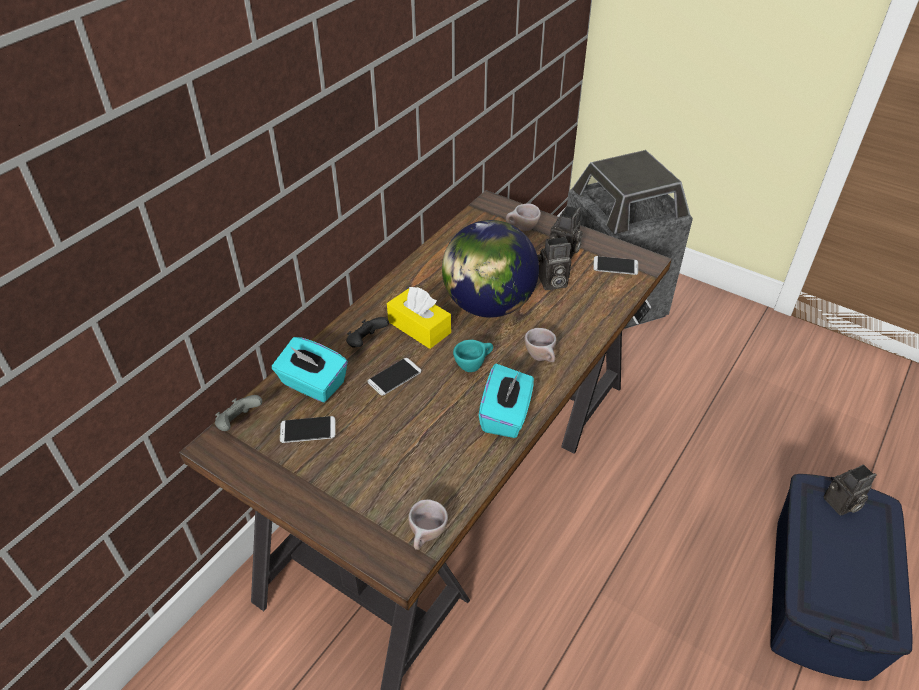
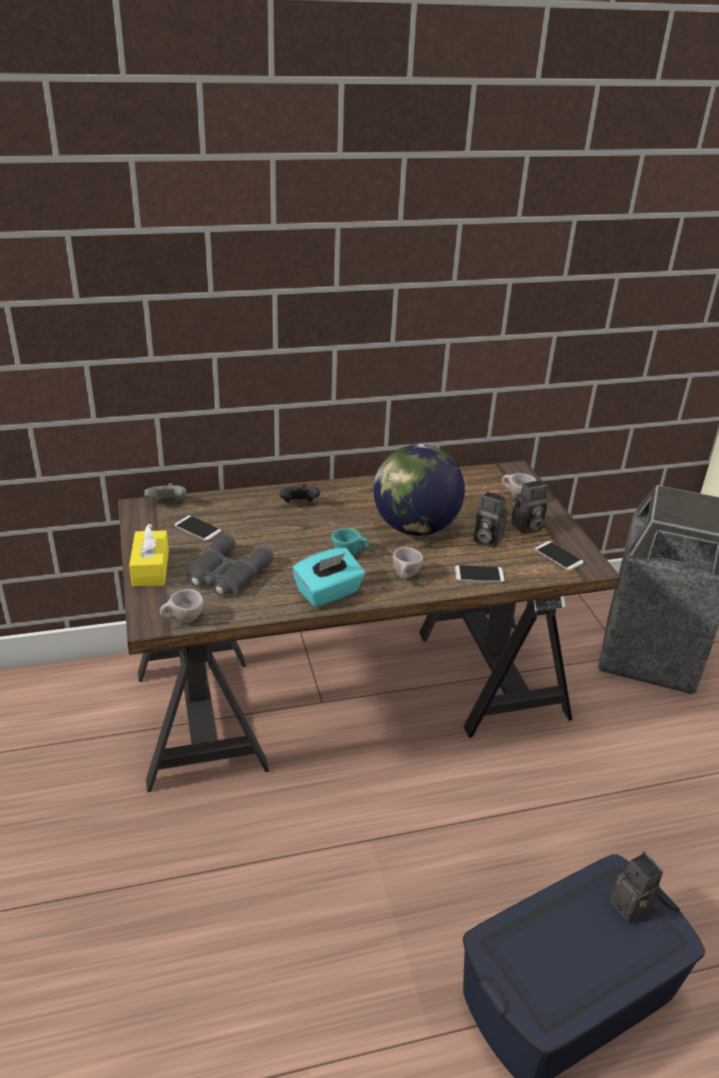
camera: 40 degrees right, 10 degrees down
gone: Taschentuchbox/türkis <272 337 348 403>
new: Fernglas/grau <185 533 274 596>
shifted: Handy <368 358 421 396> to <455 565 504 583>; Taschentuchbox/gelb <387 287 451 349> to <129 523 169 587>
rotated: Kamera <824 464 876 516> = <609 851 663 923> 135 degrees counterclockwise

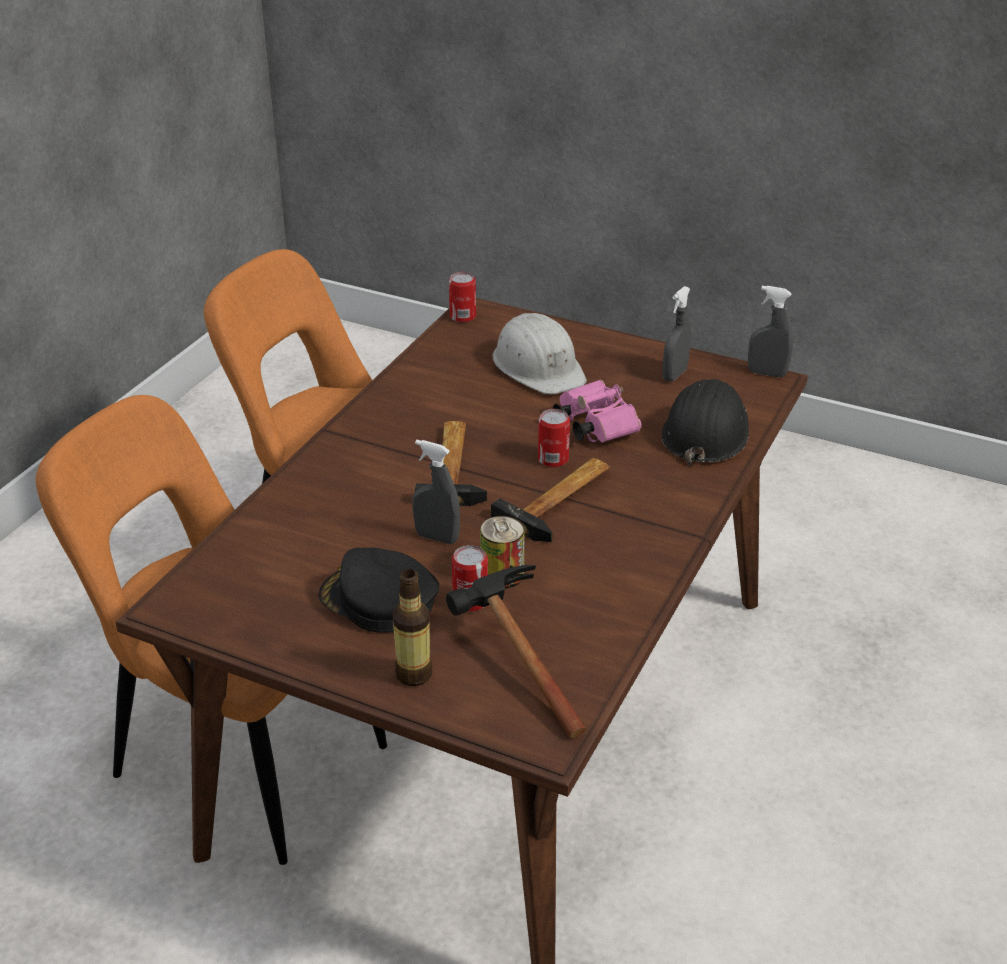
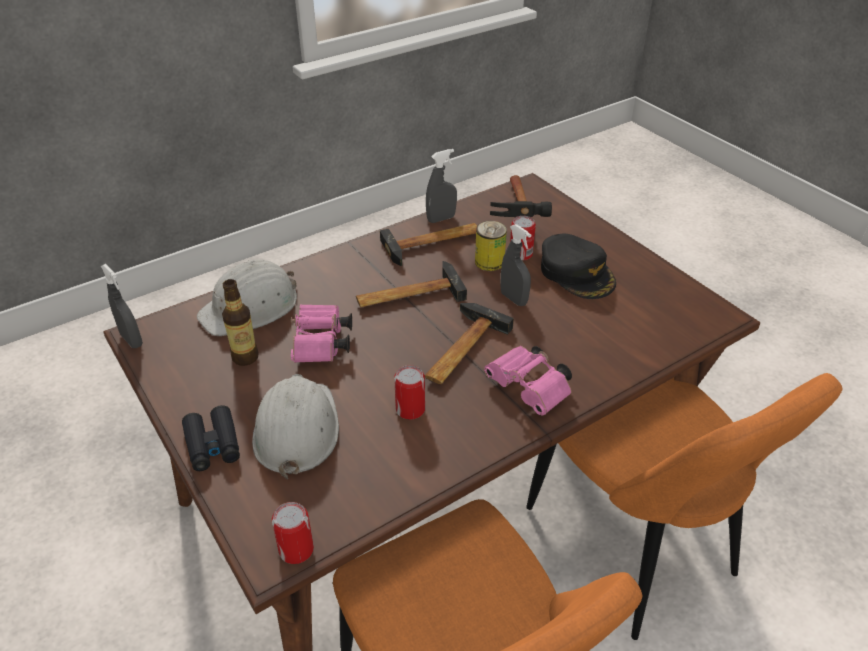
camera: 150 degrees left, 5 degrees up
new: Fernglas/schwarz <182 405 240 471>; Hammer <380 223 477 266>; Fernglas/rosa <484 346 572 415>
shifted: Flasche <392 569 432 686> to <222 279 258 366>; Dose <538 409 570 468> to <394 365 425 420>; Sprühflasche/grau <662 286 691 382> to <426 149 457 223>
repainted: Schutzhelm/schwarz <662 379 749 466> to Schutzhelm/weiß <197 259 297 336>

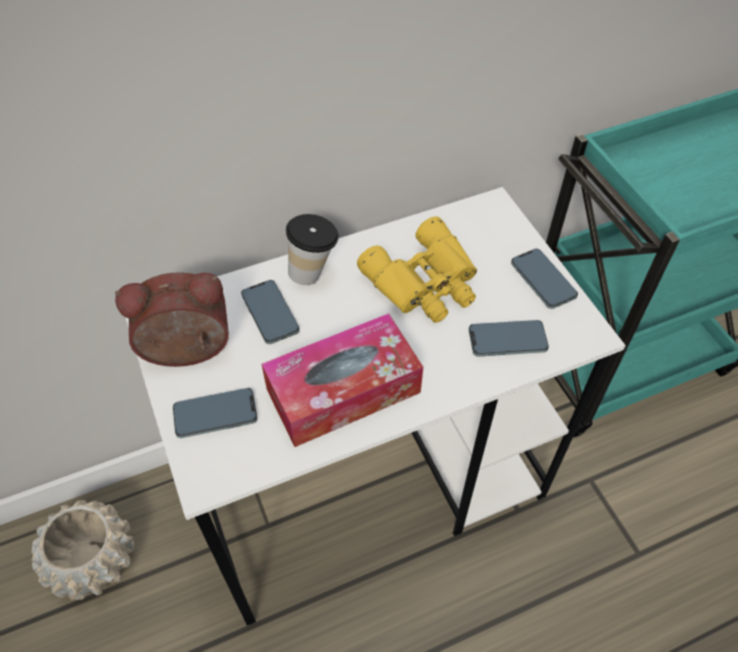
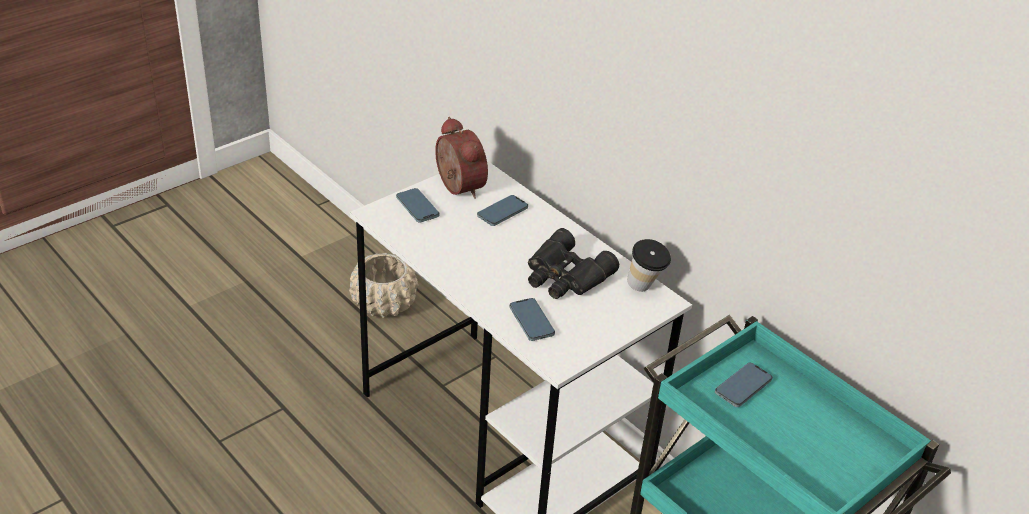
camera: 70 degrees right, 15 degrees down
gone: Taschentuchbox <262 313 423 447>
shifted: Tasse <286 214 339 285> to <627 239 671 292>; Handy <511 249 578 309> to <715 363 773 407>
repainted: Fernglas/gelb <357 216 477 323> to Fernglas/schwarz <528 228 619 299>

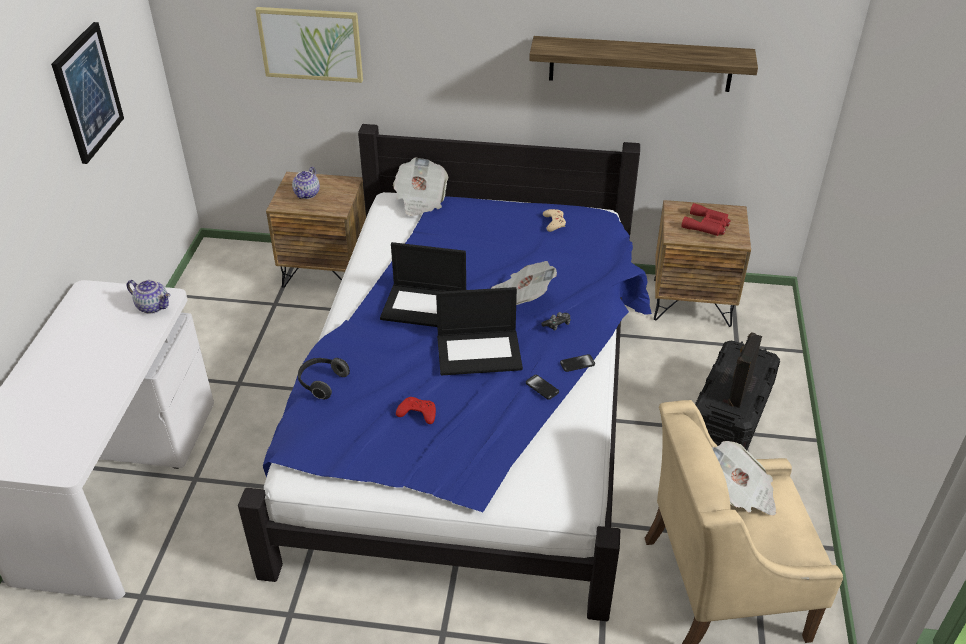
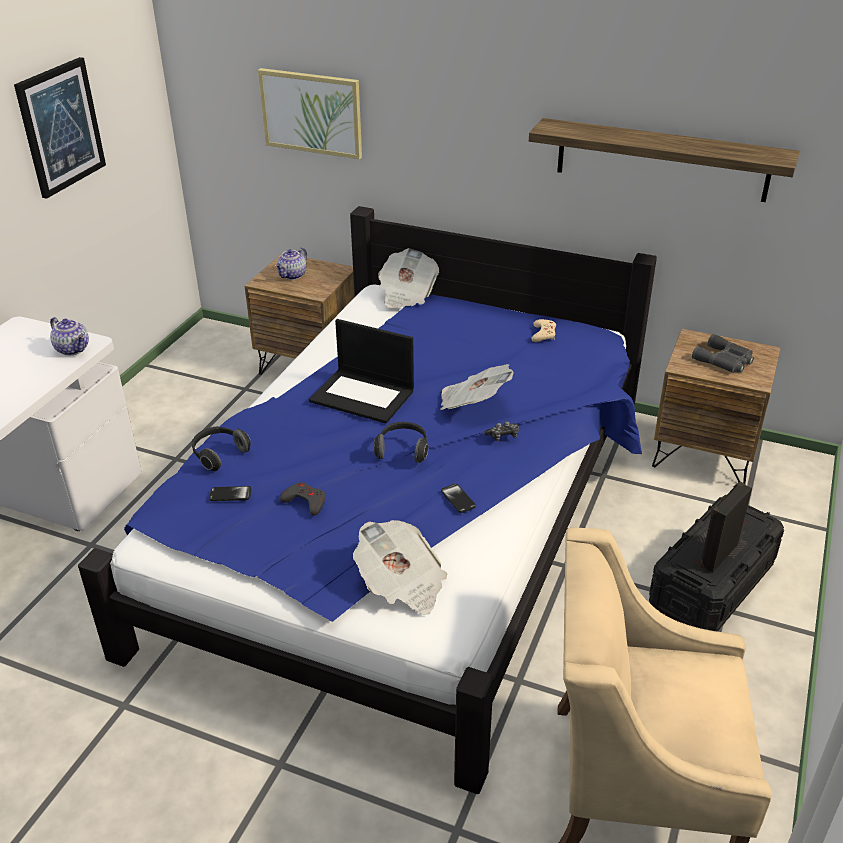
camera: 15 degrees right, 5 degrees down
shifted: Handy <560 354 595 372> to <209 486 251 501>; Zeitung <712 441 776 516> to <353 520 448 615>
swapped: Laptop <436 287 523 376> to Kopfhörer <374 422 429 463>
repainted: Gamepad/rot <396 397 436 424> to Gamepad/grau <280 482 326 516>; Fernglas/rot <681 203 730 236> to Fernglas/grau <692 334 754 373>

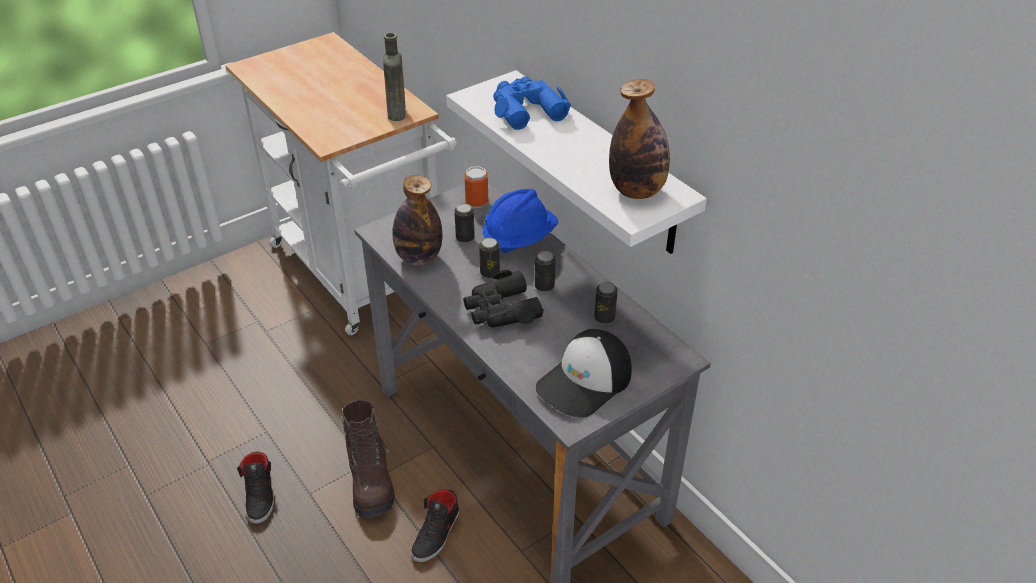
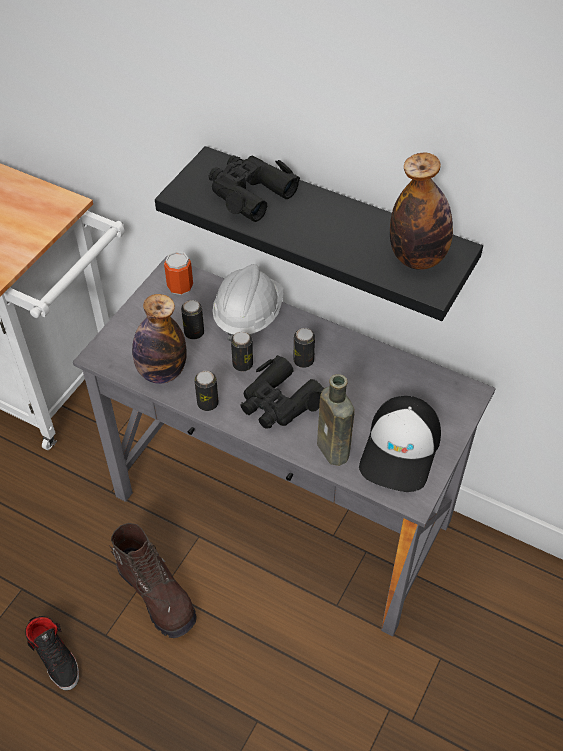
camera: 25 degrees left, 10 degrees up
gone: Schuh/schwarz <411 489 459 562>
shifted: Flasche/braun <383 32 405 121> to <317 374 355 466>; Dose <594 282 618 324> to <194 371 219 411>
repainted: Wandregal/weiß <447 70 707 254> to Wandregal/schwarz <155 146 483 321>; Schutzhelm/blau <483 189 558 254> to Schutzhelm/weiß <212 264 284 341>; Fernglas/blau <493 76 571 130> to Fernglas/schwarz <208 155 300 222>

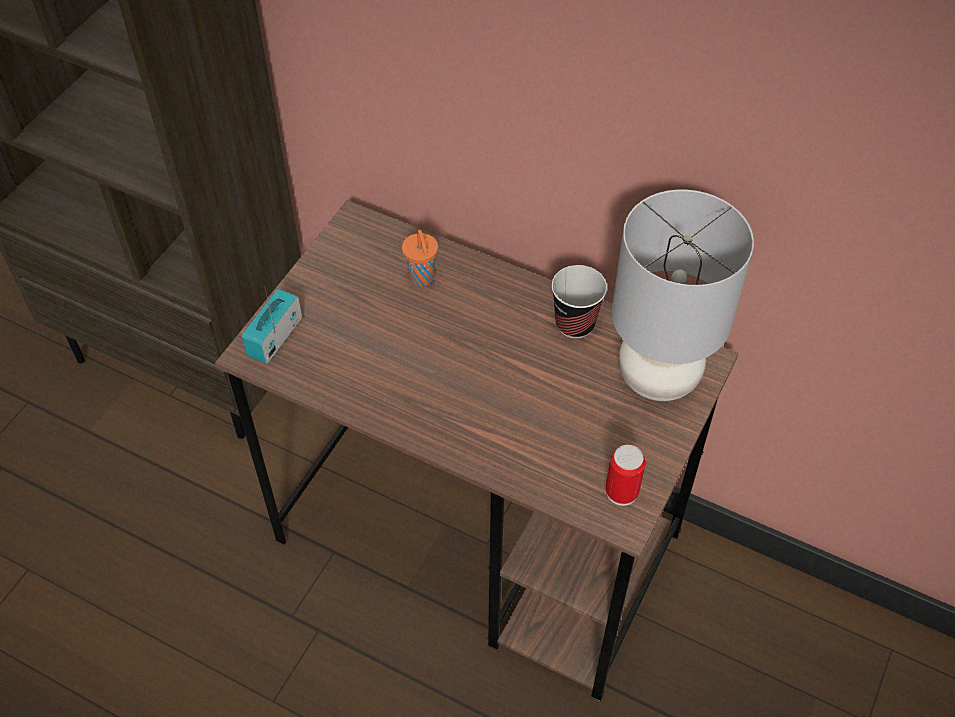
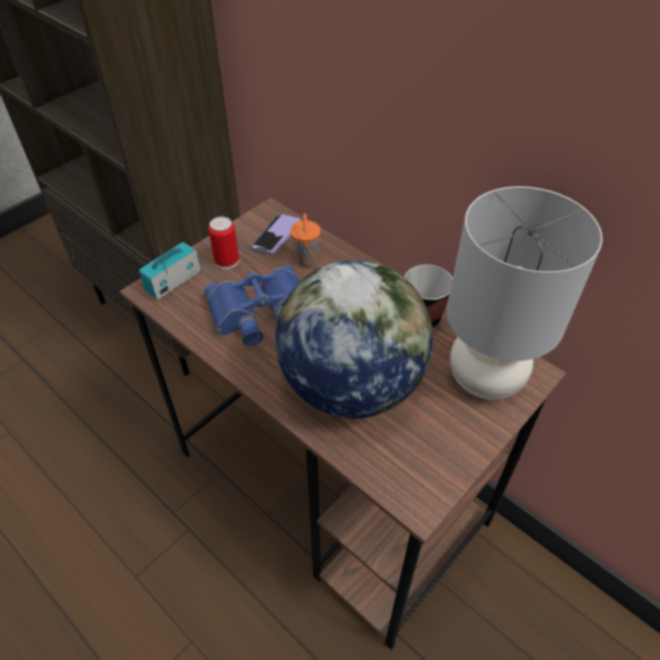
camera: 15 degrees right, 5 degrees down
new: Fernglas/blau <205 265 300 346>; Handy <251 214 301 254>; Globus <275 260 433 419>
shifted: Dose <606 445 646 506> to <208 216 239 269>

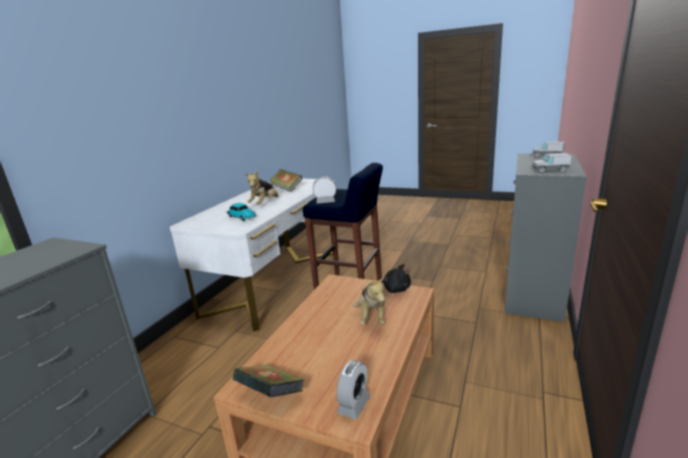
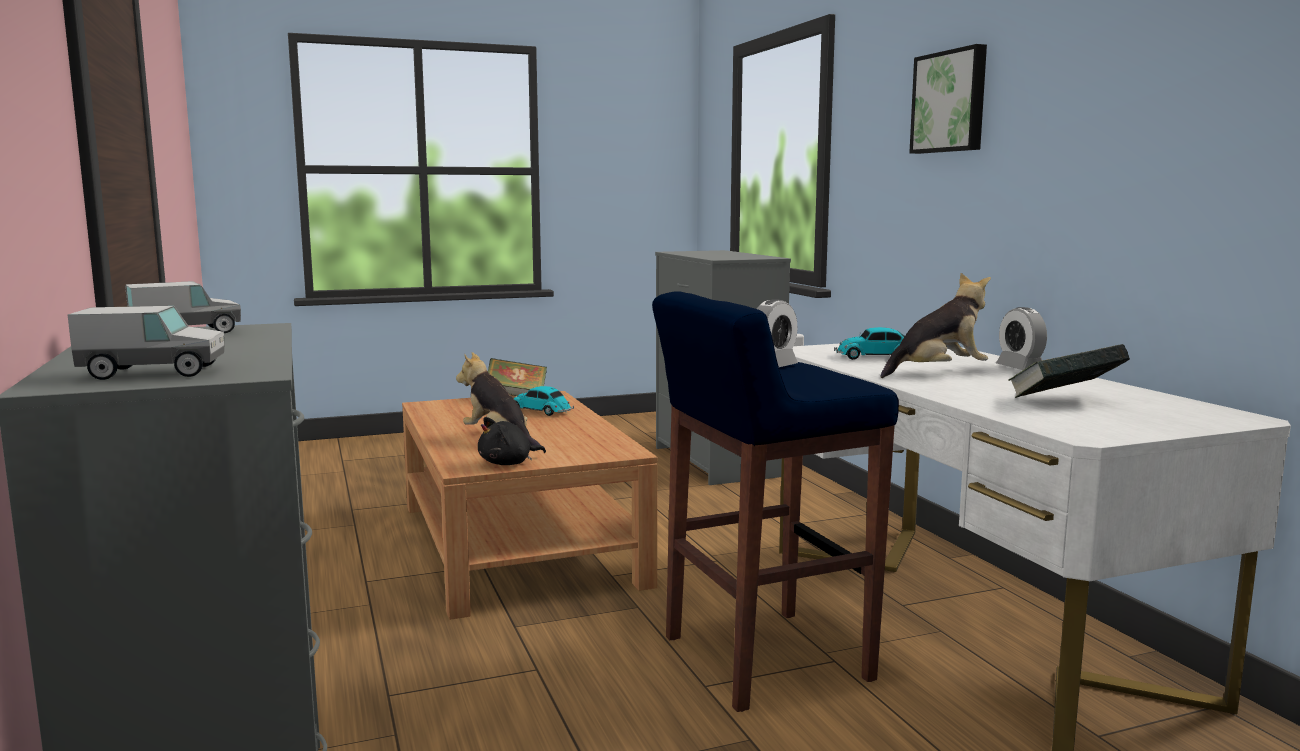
camera: 135 degrees right, 10 degrees down
new: Spielzeugauto <514 386 574 416>; Bild <909 44 987 154>
shifted: Wecker <337 360 371 419> to <996 307 1047 370>
rotated: Plüschtier <245 171 278 205> = <880 273 991 378> 90 degrees clockwise

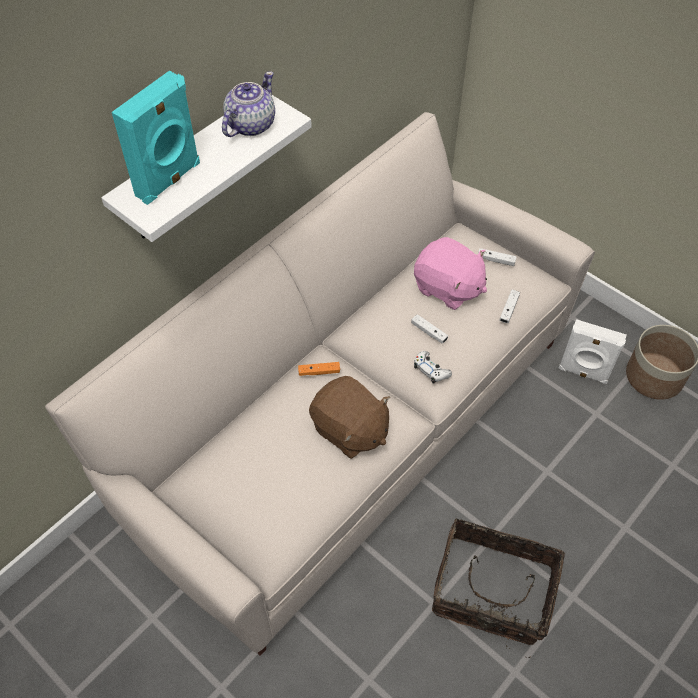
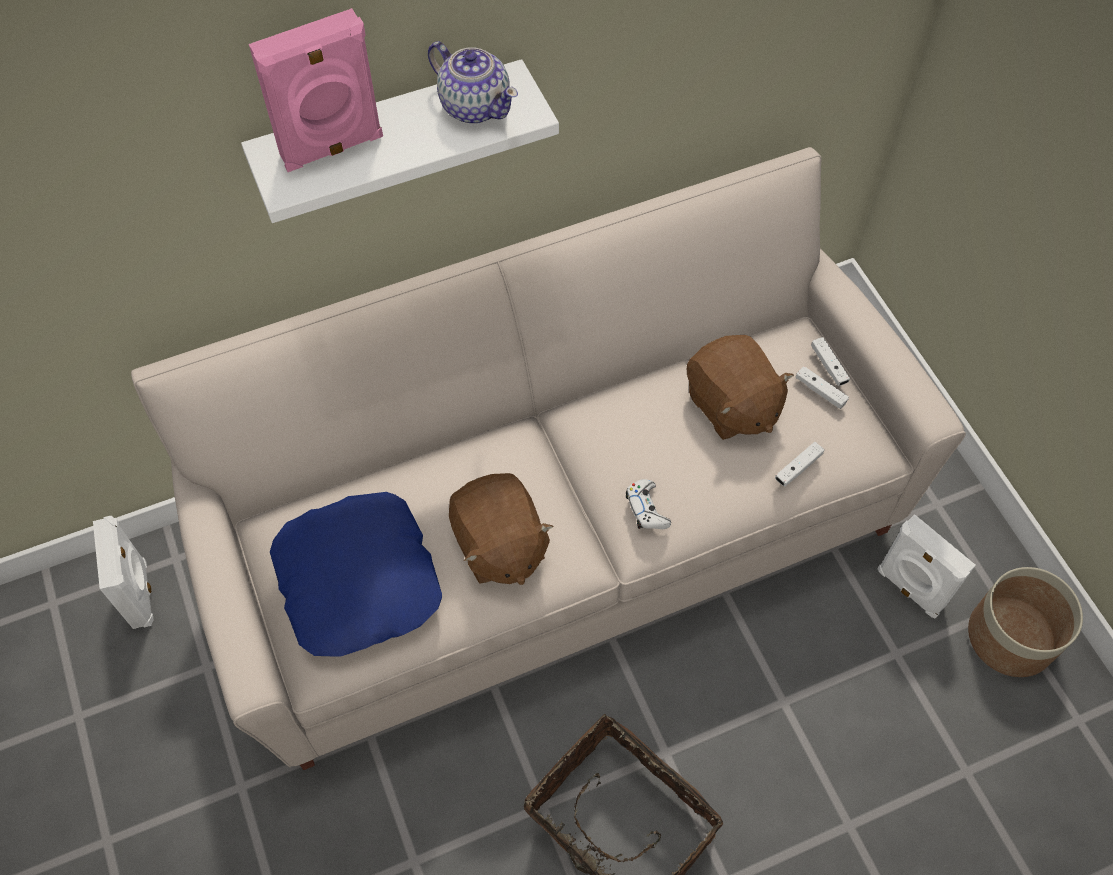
camera: 25 degrees right, 5 degrees up
gone: Gamepad/orange <298 362 340 376>
new: Lautsprecher/weiß <93 516 154 629>; Kissen/blau <270 492 442 657>
shifted: Gamepad/weiß <411 314 448 344> to <811 337 850 386>
repainted: Lautsprecher/türkis <112 71 200 205> to Lautsprecher/rosa <249 8 383 172>; Plüschtier/rosa <414 237 487 310> to Plüschtier/braun <687 335 794 440>
rotated: Teekanne <222 71 275 137> = <428 41 518 124> 75 degrees clockwise

